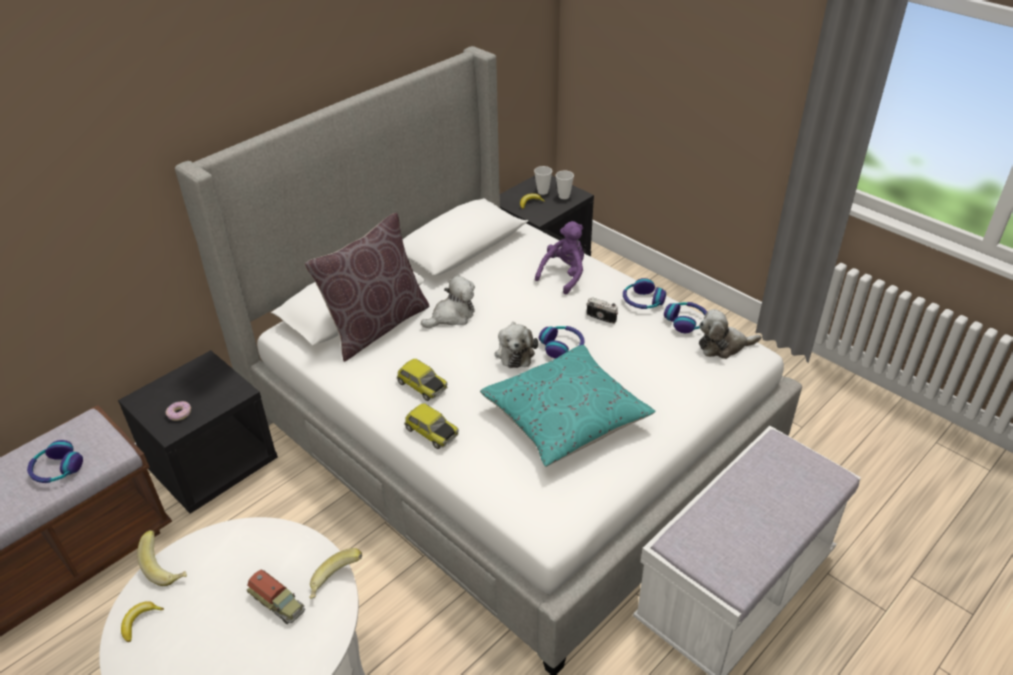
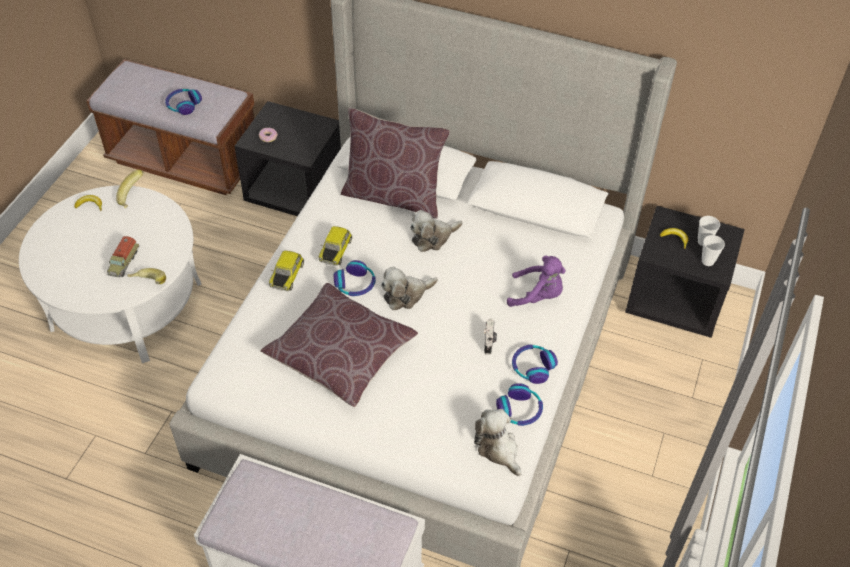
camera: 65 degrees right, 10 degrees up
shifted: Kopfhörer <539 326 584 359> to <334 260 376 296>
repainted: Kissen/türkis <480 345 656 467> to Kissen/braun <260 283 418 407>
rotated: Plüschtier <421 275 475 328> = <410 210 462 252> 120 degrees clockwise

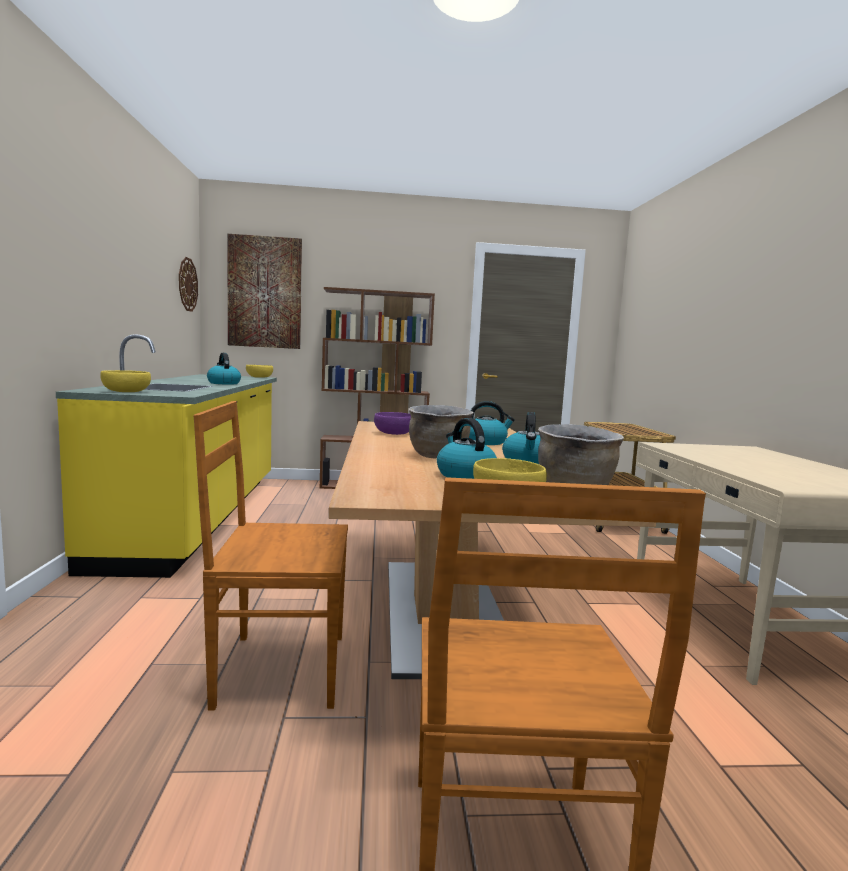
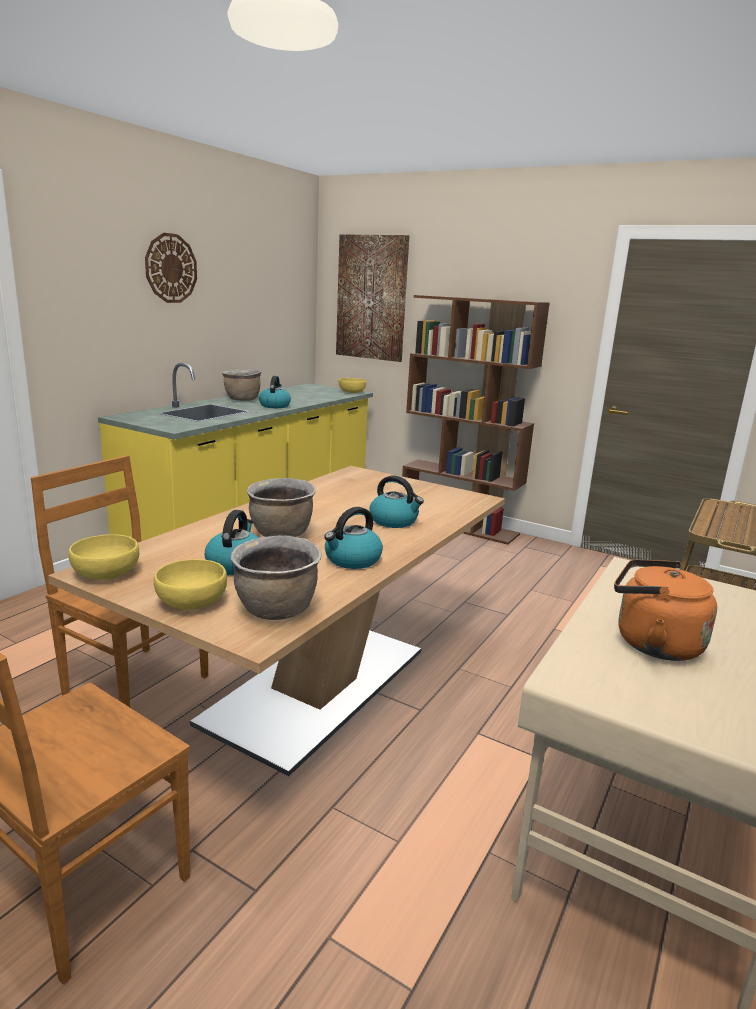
camera: 35 degrees right, 10 degrees up
gone: Schüssel/lila <374 412 411 435>
new: Kochtopf/braun <222 370 261 401>; Wasserkessel/orange <614 559 717 661>
shifted: Schüssel/gelb <100 370 151 392> to <68 534 139 580>; Wanduhr <179 257 198 312> to <145 233 197 303>

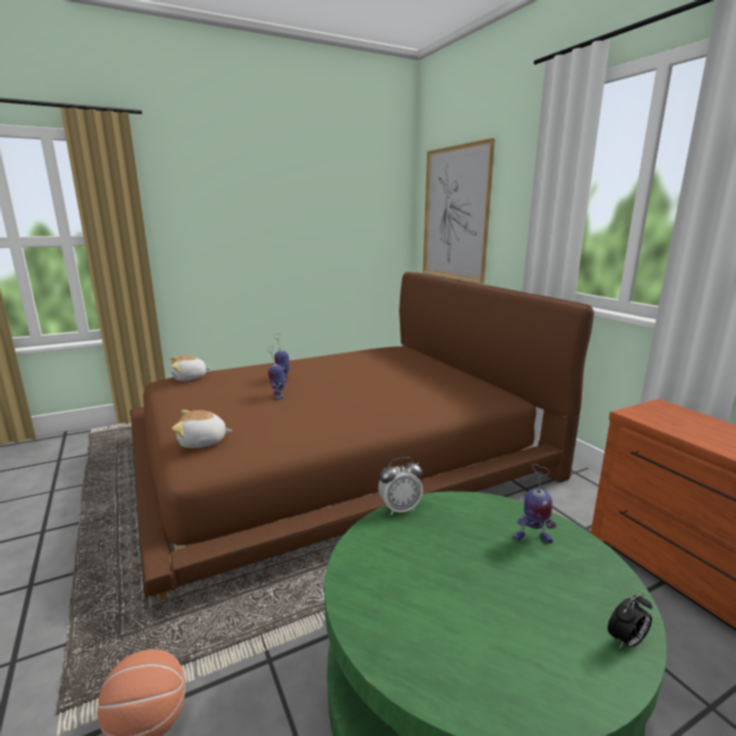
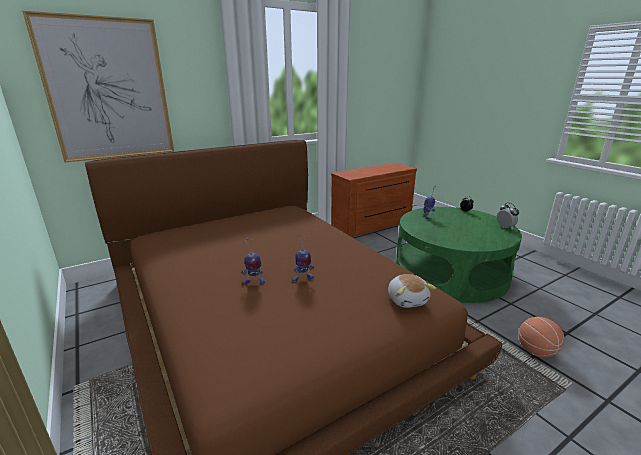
camera: 95 degrees left, 5 degrees up
gone: Plüschtier <170 355 211 381>
shifted: Wecker <378 457 423 515> to <497 203 519 229>

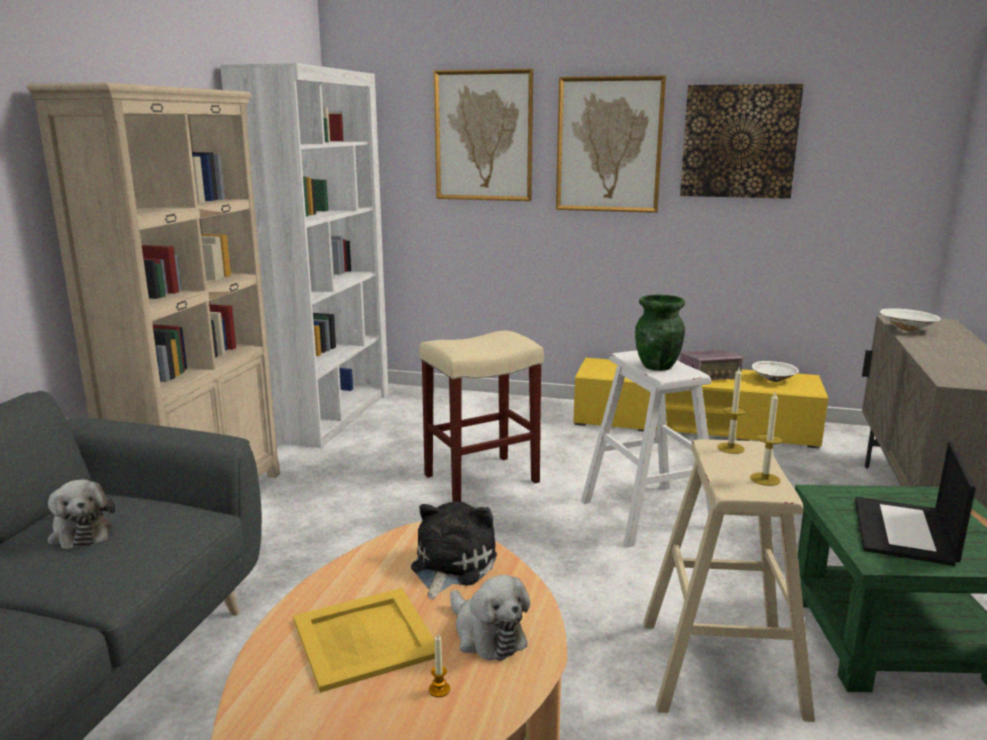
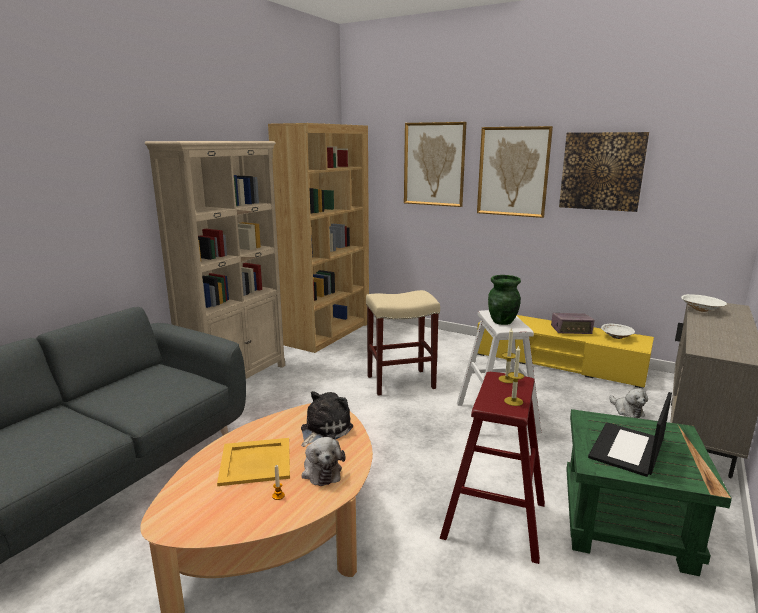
camera: 15 degrees right, 0 degrees up
shifted: Plüschtier <48 479 115 550> to <609 389 648 418>
repainted: Bücherregal/weiß <220 63 389 448> to Bücherregal/braun <268 123 369 353>; Hocker/beige <643 439 815 722> to Hocker/rot <440 372 545 564>

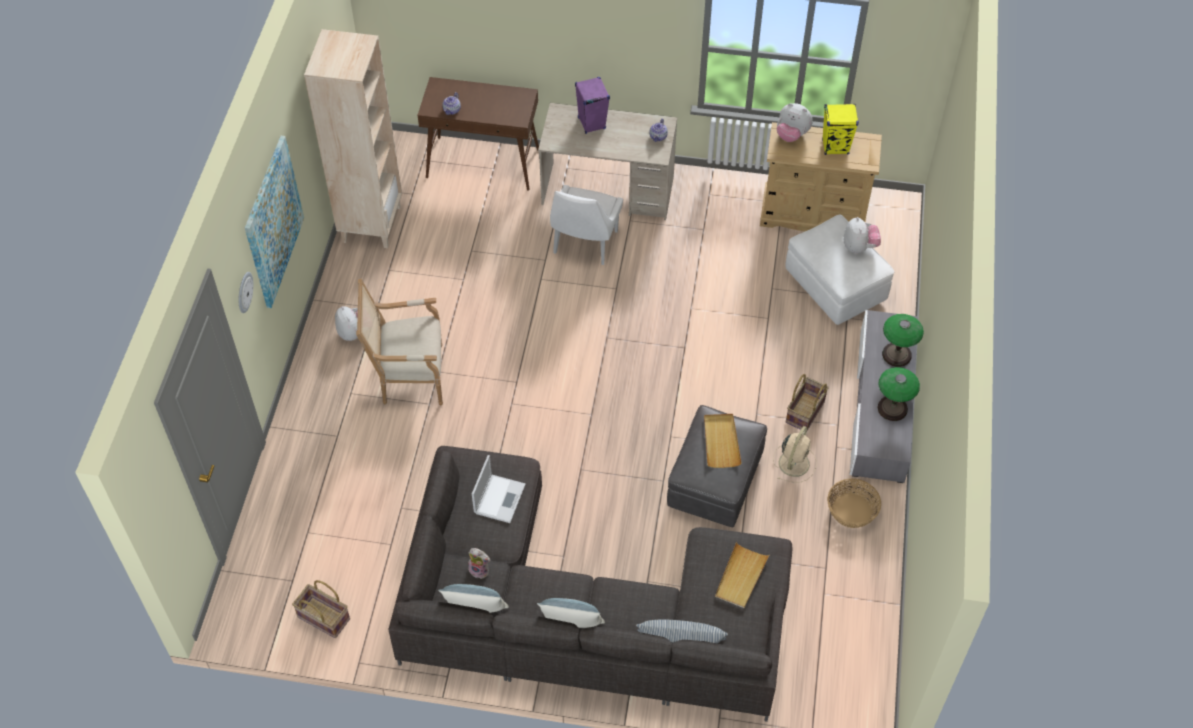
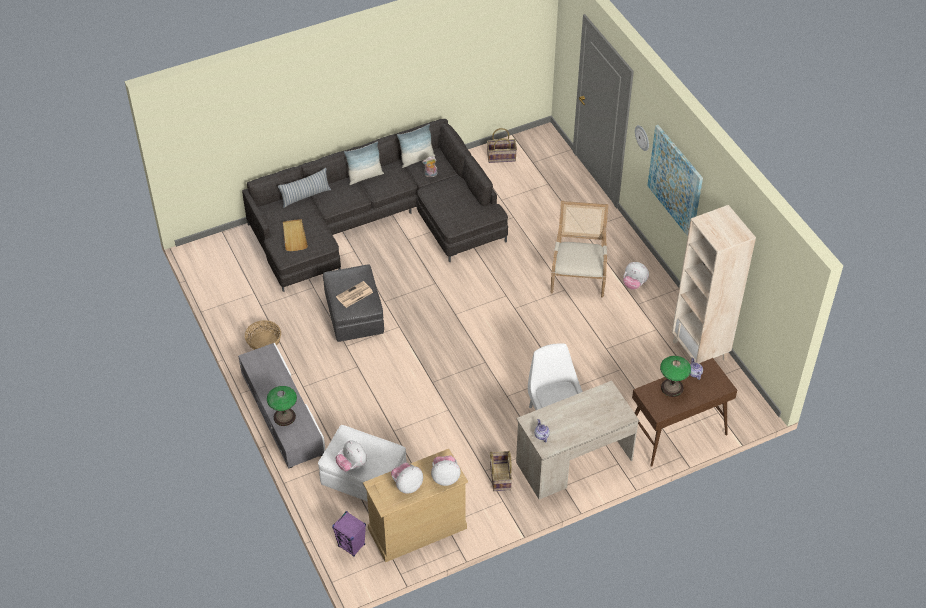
camera: 145 degrees right, 5 degrees down
gone: Laptop <472 455 526 523>; Ventilator/beige <773 426 817 483>
shifted: Lautsprecher/lila <575 77 610 134> to <332 511 366 557>; Korb <786 374 829 431> to <490 451 512 491>; Tischlampe <877 367 920 421> to <660 356 691 397>
swapped: Tablett/beige <704 414 742 468> to Zeitung <336 281 373 308>; Lautsprecher/gelb <822 104 859 155> to Plüschtier <391 463 423 494>
rotated: Sessel <356 279 443 406> = <551 201 609 298> 45 degrees counterclockwise

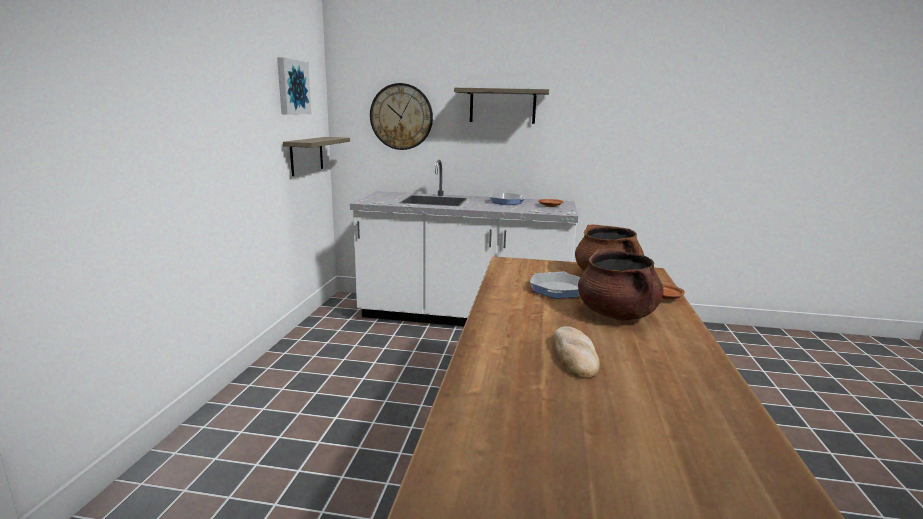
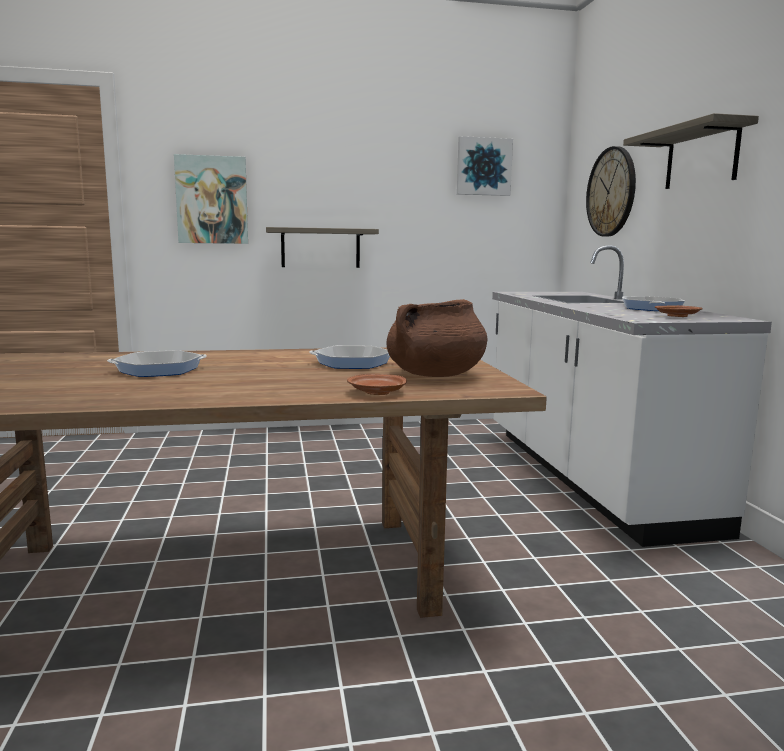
camera: 70 degrees right, 5 degrees down
gone: Kochtopf/braun <578 249 664 321>
new: Bild <174 154 248 244>
shifted: Wandregal <283 137 350 176> to <266 227 379 268>
swapped: Brot <553 326 600 379> to Pfanne <107 350 207 377>

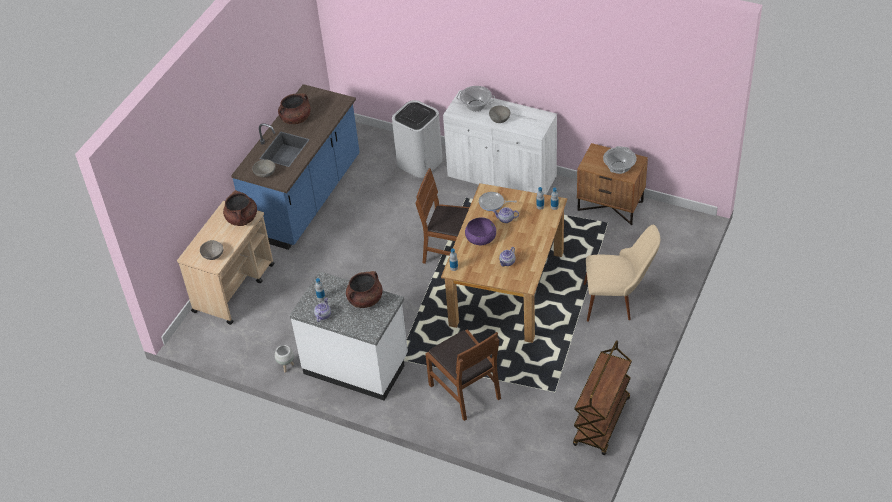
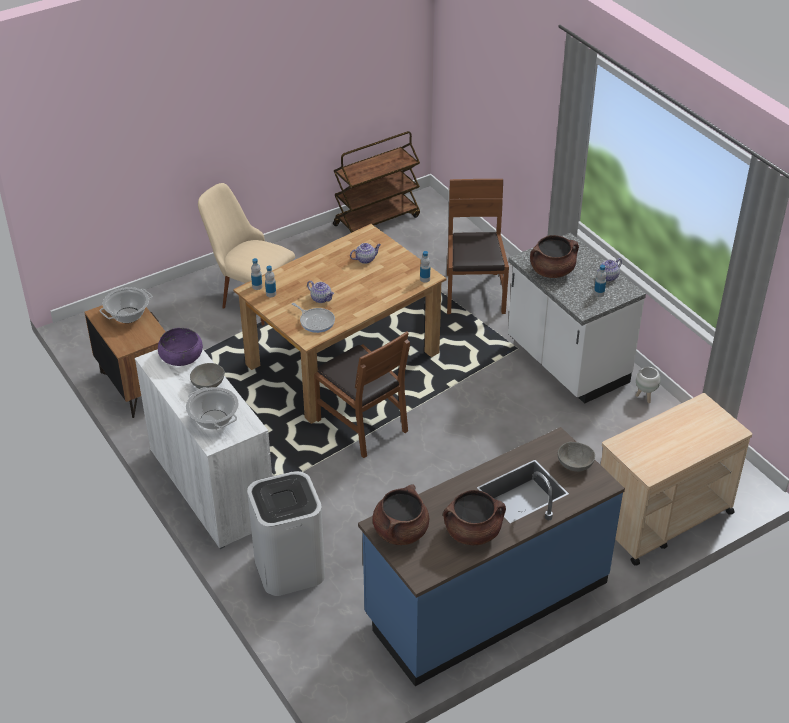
camera: 150 degrees left, 5 degrees down
gone: Schüssel/grau <200 240 223 260>
shifted: Kochtopf/braun <223 190 257 226> to <372 484 429 545>; Schüssel/lila <465 217 496 245> to <158 328 203 366>

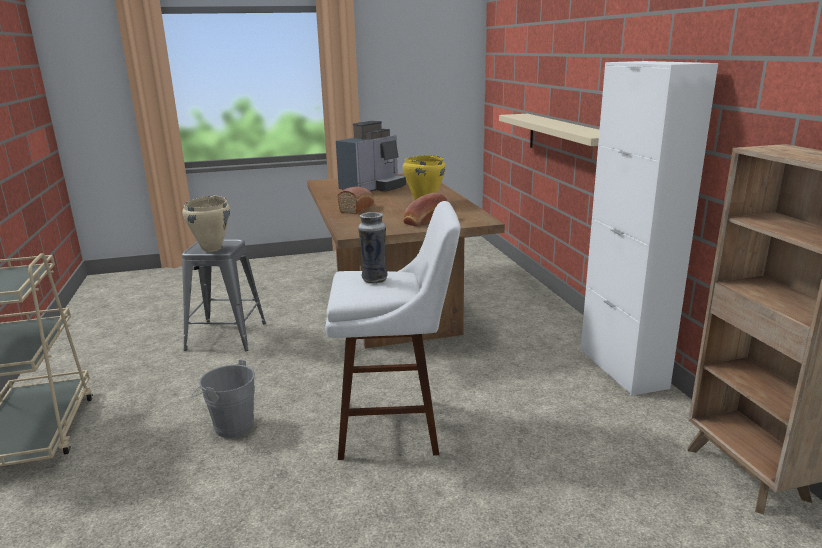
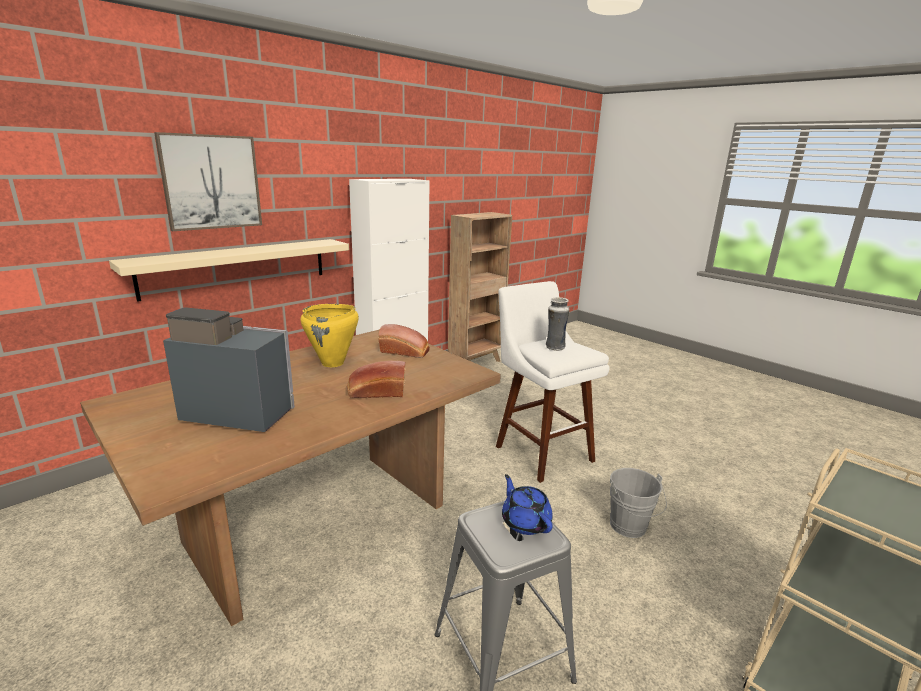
camera: 120 degrees left, 0 degrees up
new: Bild <154 132 262 231>
swapped: Kochtopf/beige <182 196 230 252> to Teekanne/blau <502 474 553 535>

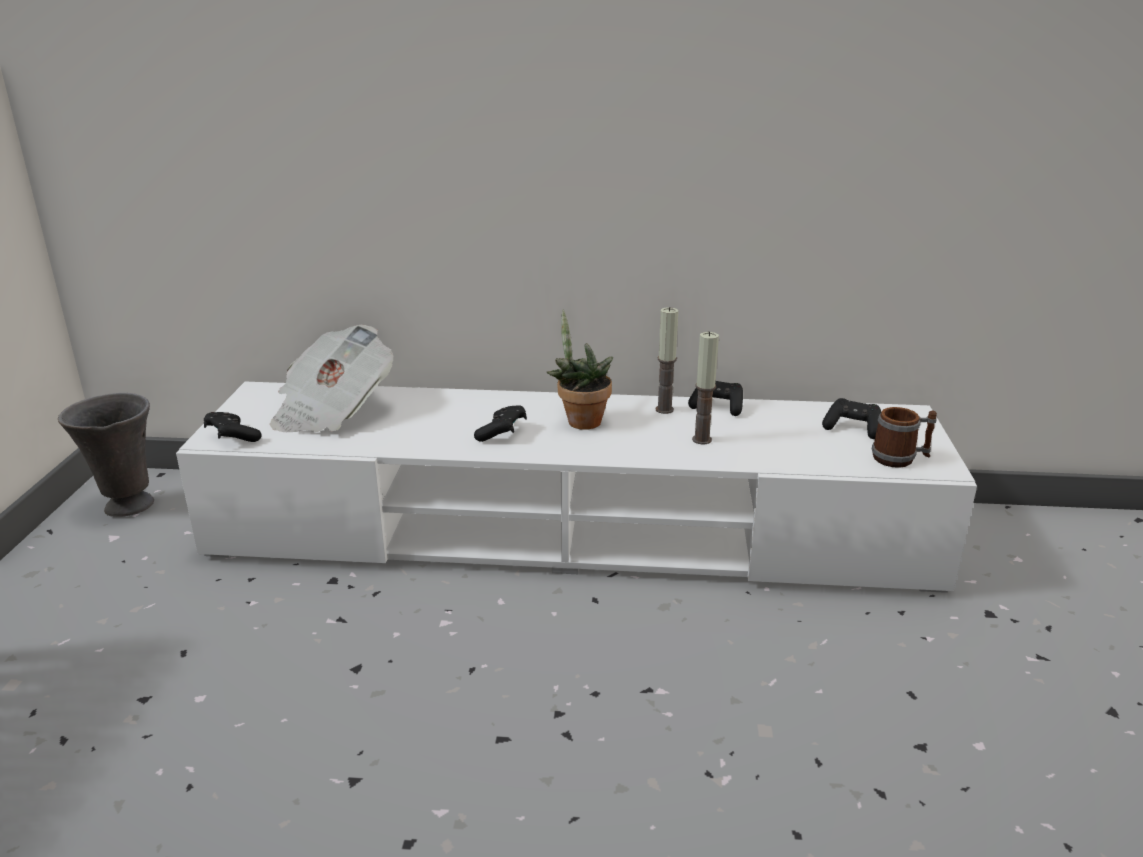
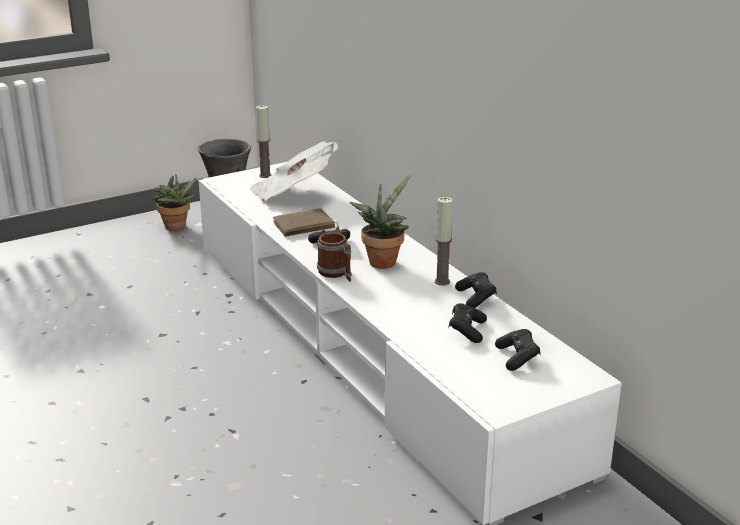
camera: 55 degrees right, 0 degrees up
new: Topfpflanze <152 174 196 231>; Buch/braun <272 208 339 237>
shifted: Gamepad/schwarz <204 412 262 442> to <448 303 487 343>; Kerze <692 331 719 444> to <256 105 272 178>; Henkelbecher <872 407 937 468> to <317 233 352 282>

